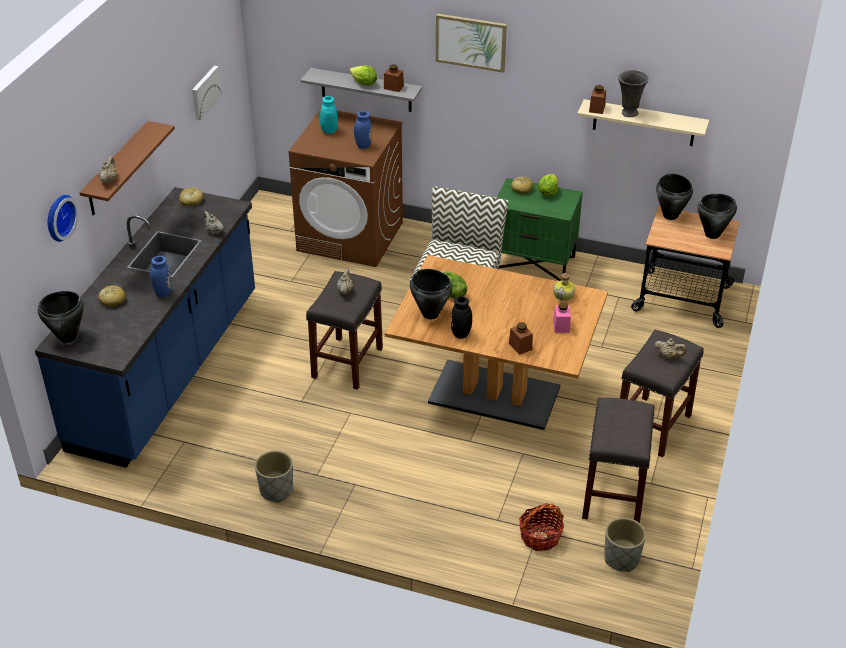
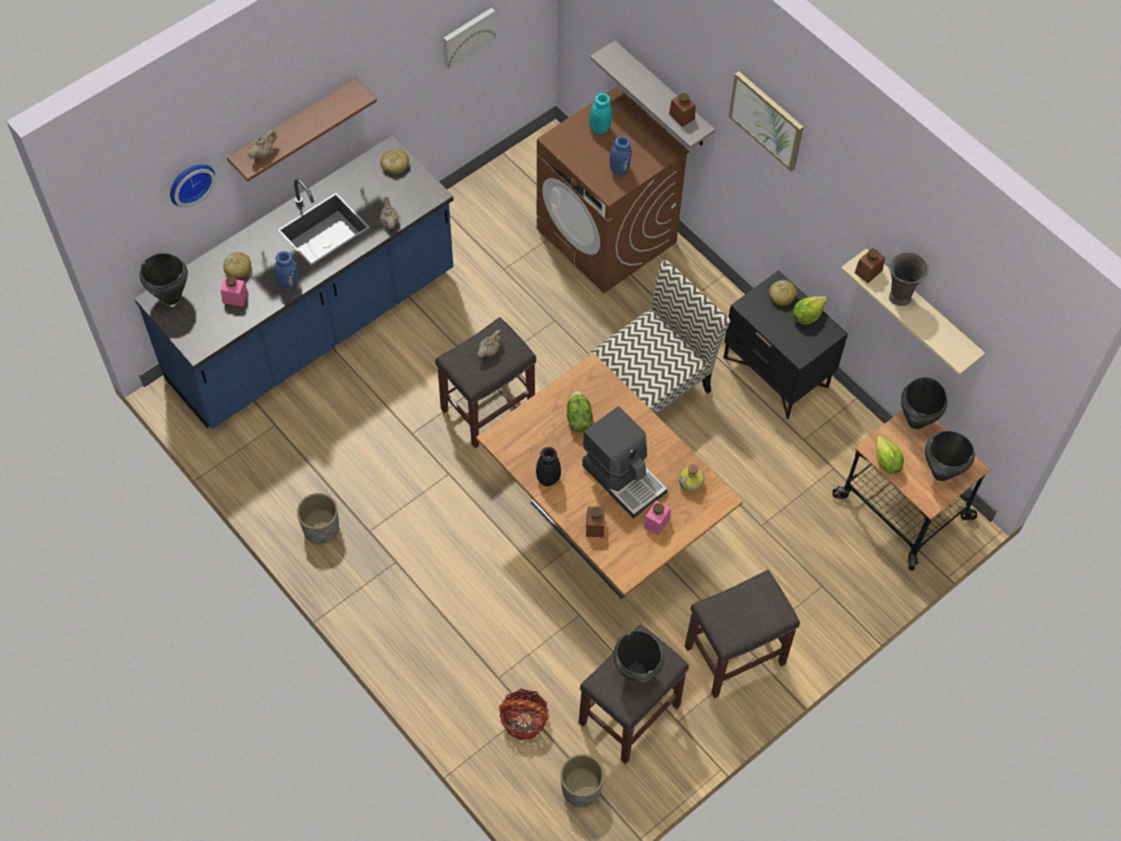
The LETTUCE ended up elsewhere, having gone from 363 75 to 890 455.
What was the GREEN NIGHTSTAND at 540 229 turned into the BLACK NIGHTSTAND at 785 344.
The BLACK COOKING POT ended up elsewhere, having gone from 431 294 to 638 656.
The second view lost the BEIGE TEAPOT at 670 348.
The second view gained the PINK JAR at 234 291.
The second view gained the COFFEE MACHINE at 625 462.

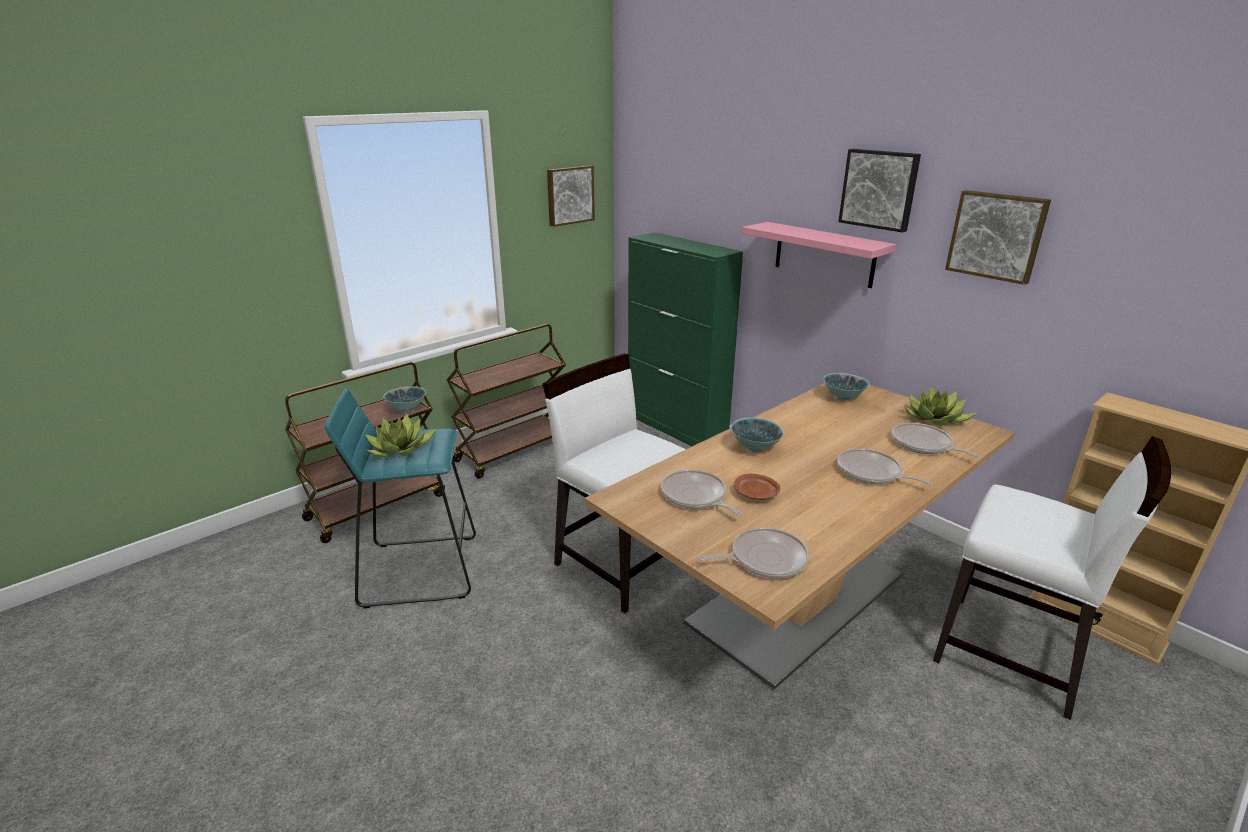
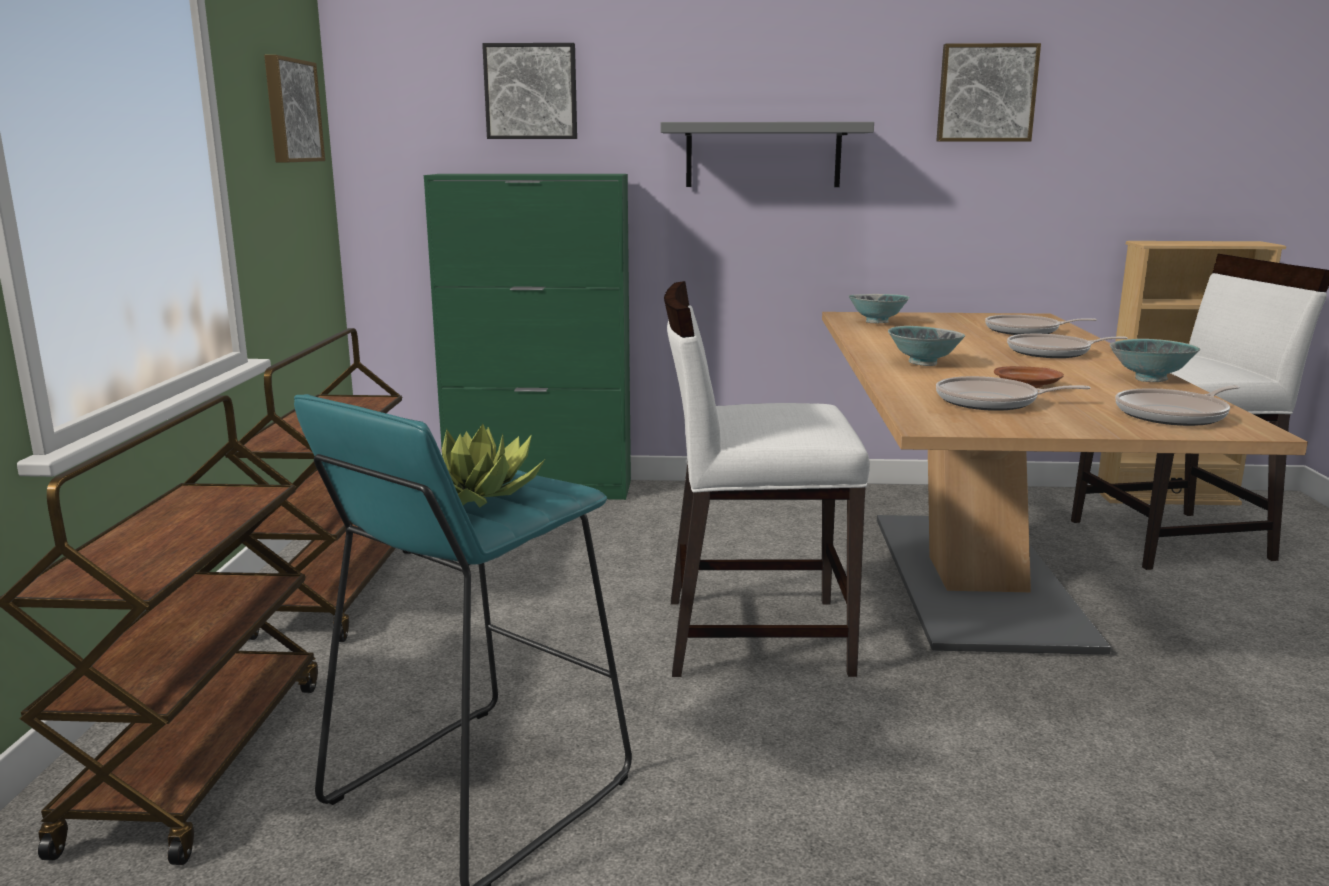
The PICTURE ended up elsewhere, having gone from 879 191 to 529 91.
What was the PINK SHELF at 819 255 turned into the GREY SHELF at 767 154.
The BOWL ended up elsewhere, having gone from 404 399 to 1155 360.
The second view lost the POTTED PLANT at 941 406.
The FRYING PAN at 753 553 ended up facing another way, 150 degrees counterclockwise from before.

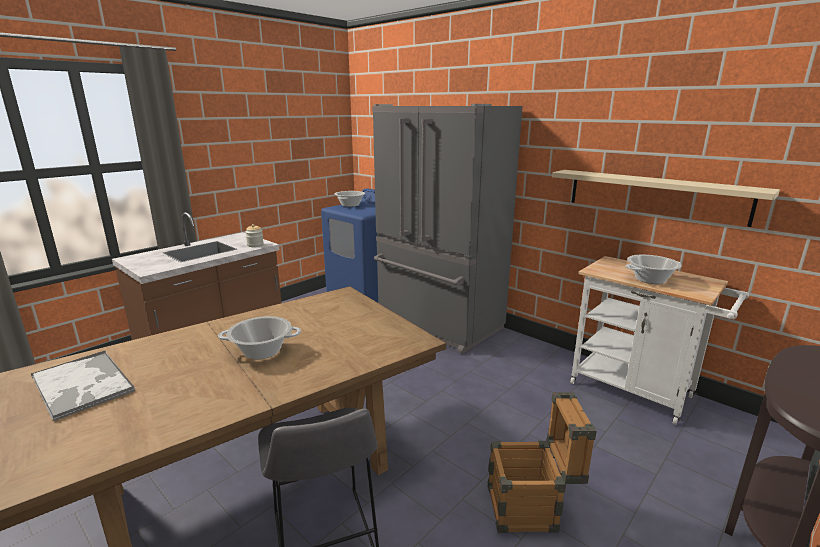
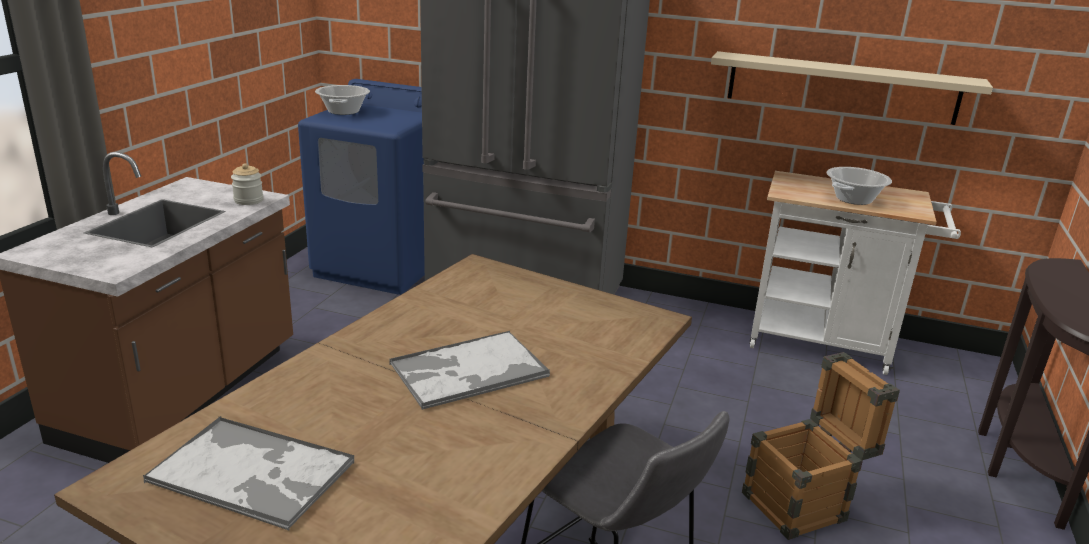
Where the COOKING POT stood at 259 337, the TRAY came to stand at 470 370.

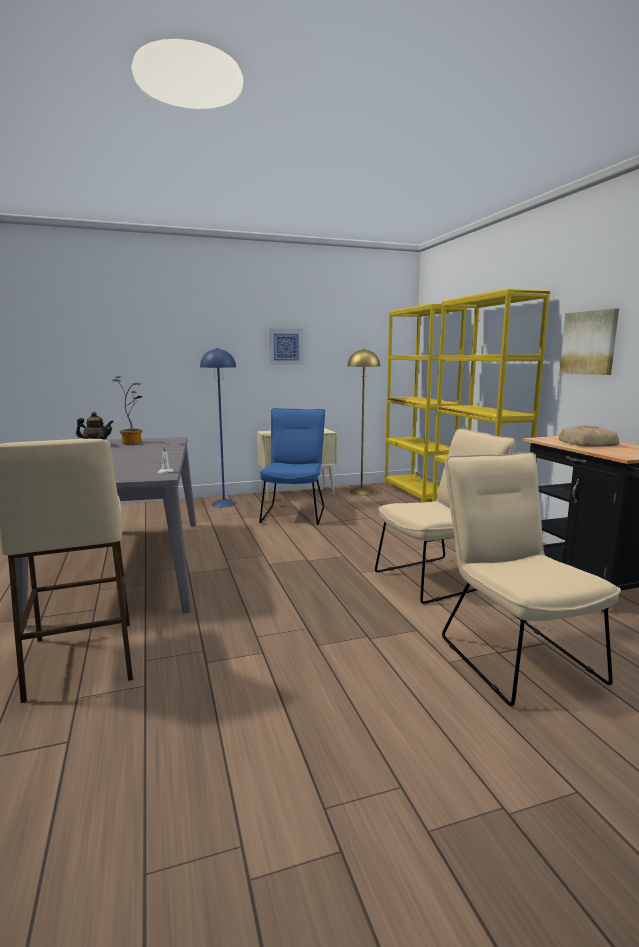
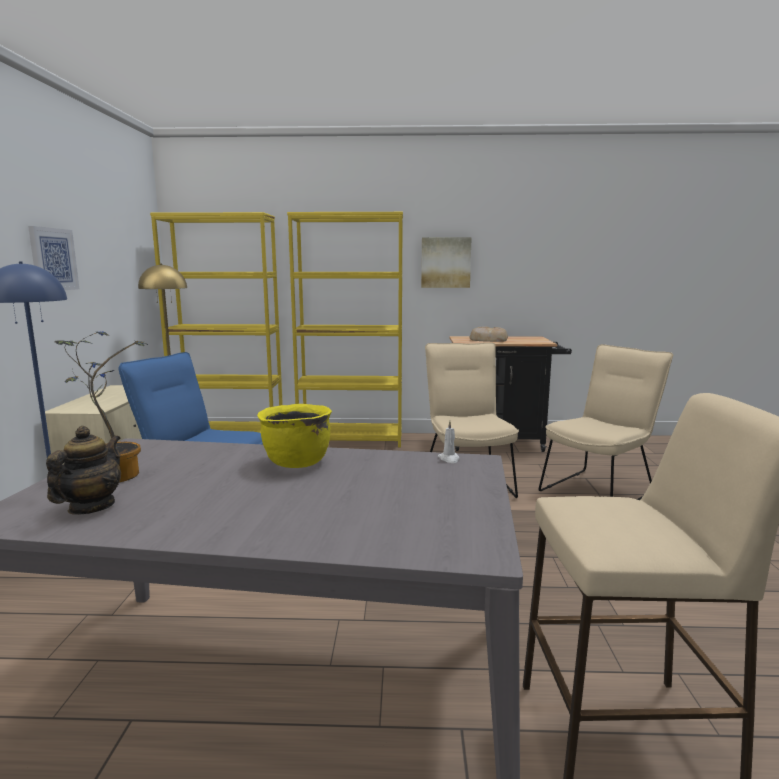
The BEIGE CHAIR at 531 579 ended up facing another way, 135 degrees clockwise from before.
The second view gained the YELLOW COOKING POT at 294 436.

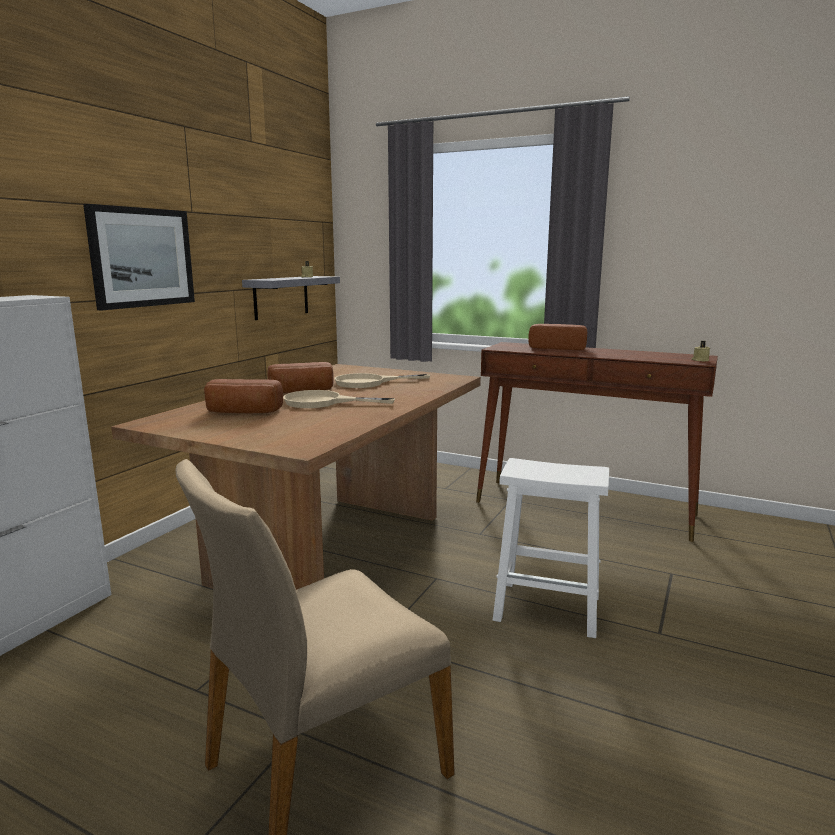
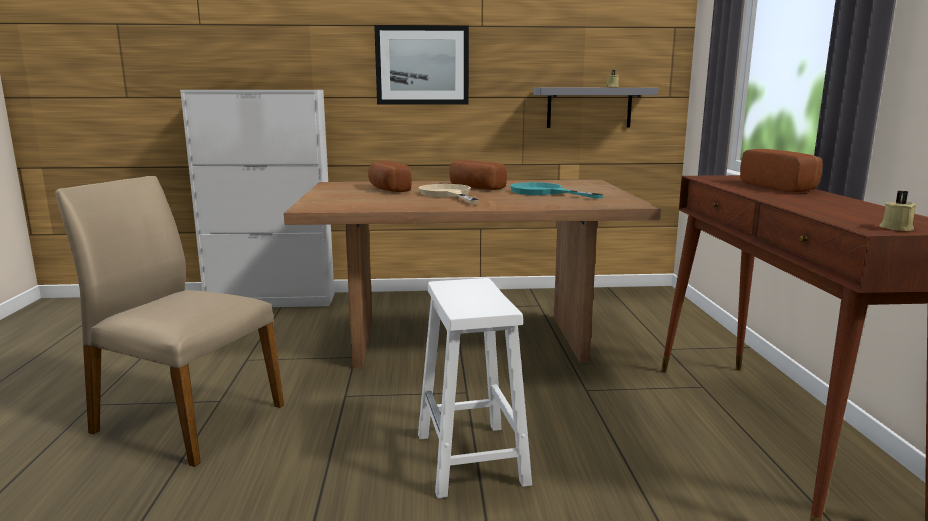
What was the BEIGE FRYING PAN at 382 380 turned into the TURQUOISE FRYING PAN at 557 190.

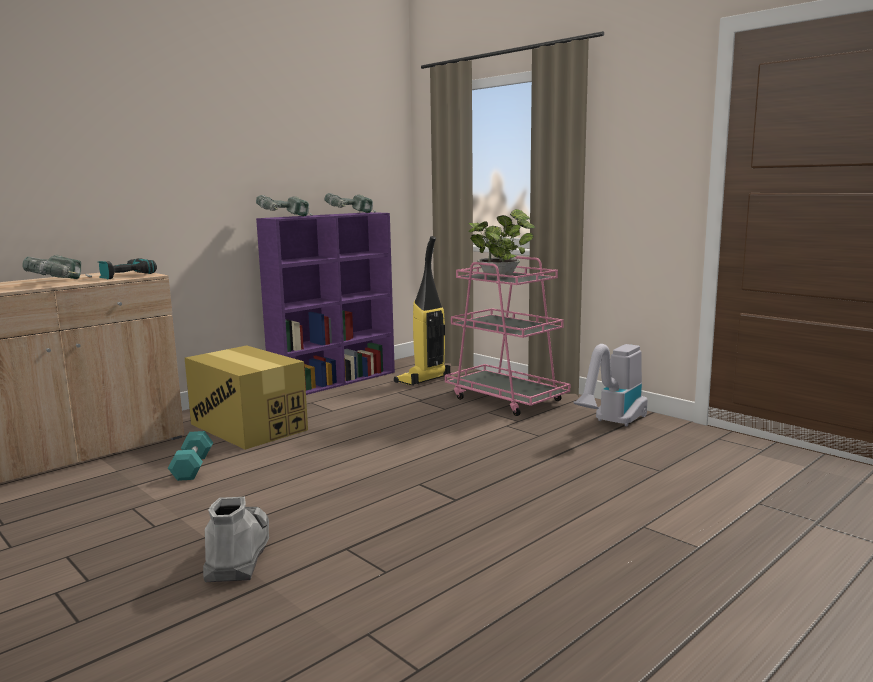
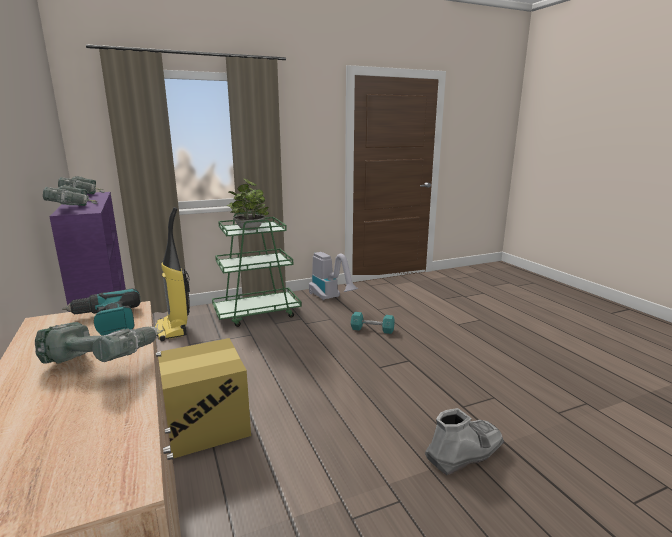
What was the PINK CART at 507 336 turned into the GREEN CART at 257 269.
The TURQUOISE DUMBBELL ended up elsewhere, having gone from 190 456 to 373 323.
The GREY BOOT at 236 539 ended up facing another way, 135 degrees clockwise from before.

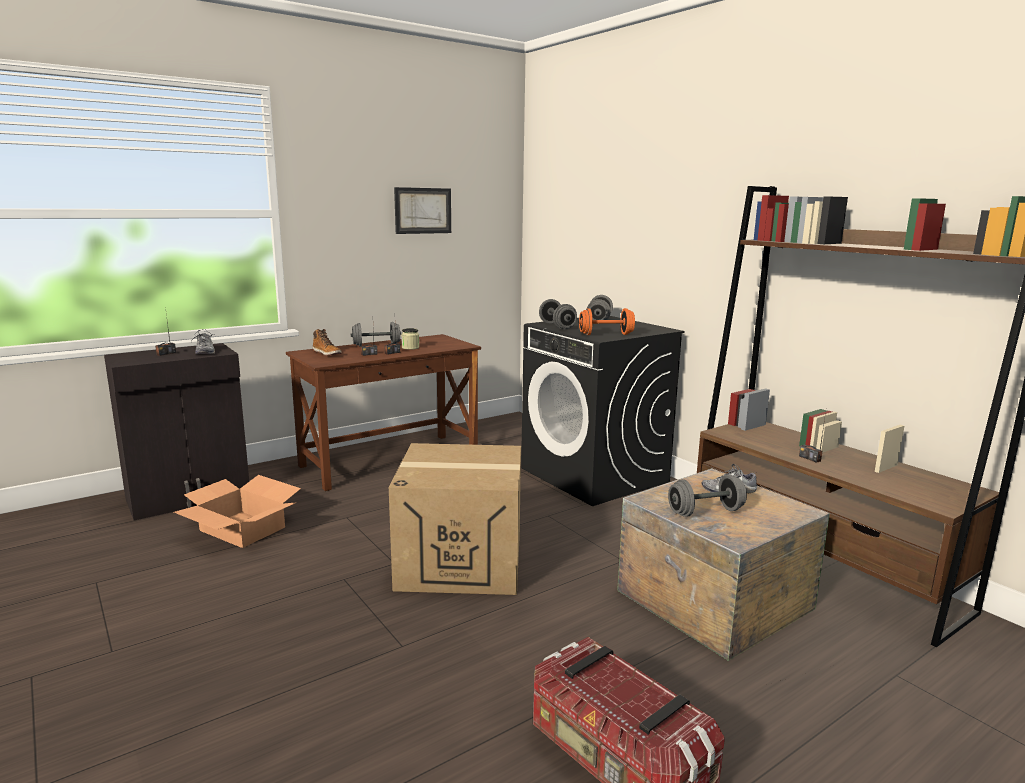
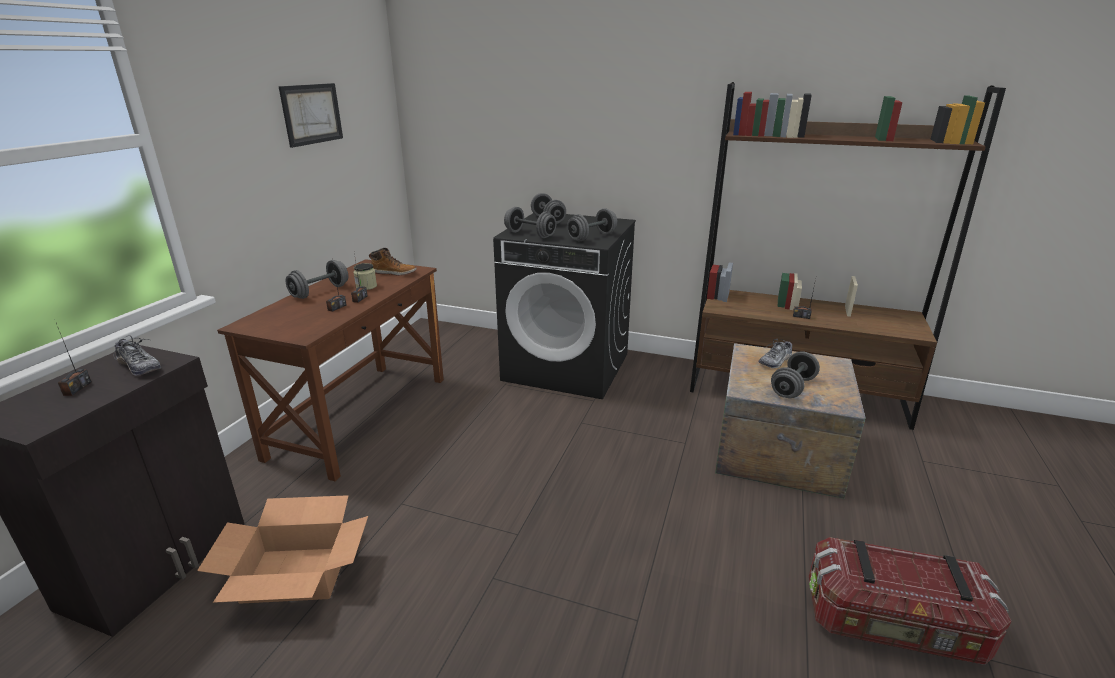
What was the ORANGE DUMBBELL at 606 321 turned into the GREY DUMBBELL at 592 225.
The BOOT ended up elsewhere, having gone from 327 342 to 393 262.
The second view lost the CARDBOARD BOX at 455 519.

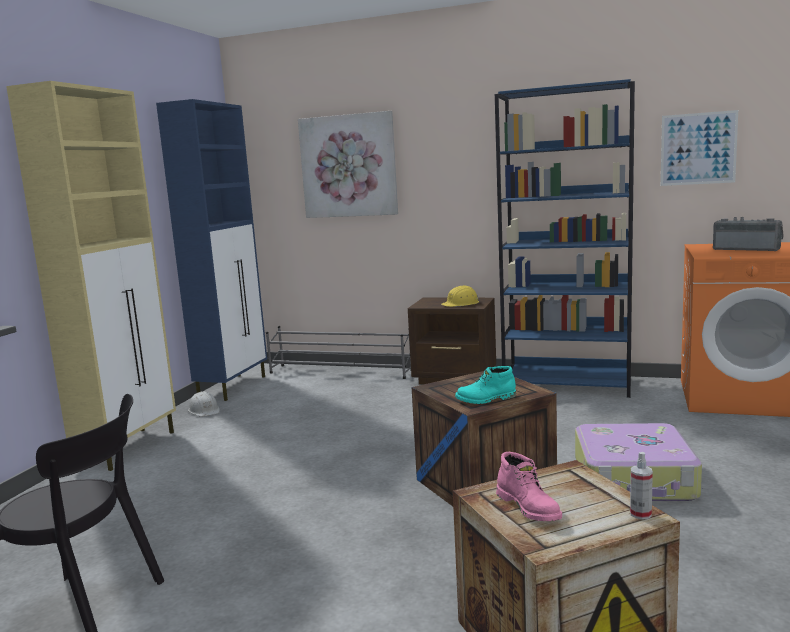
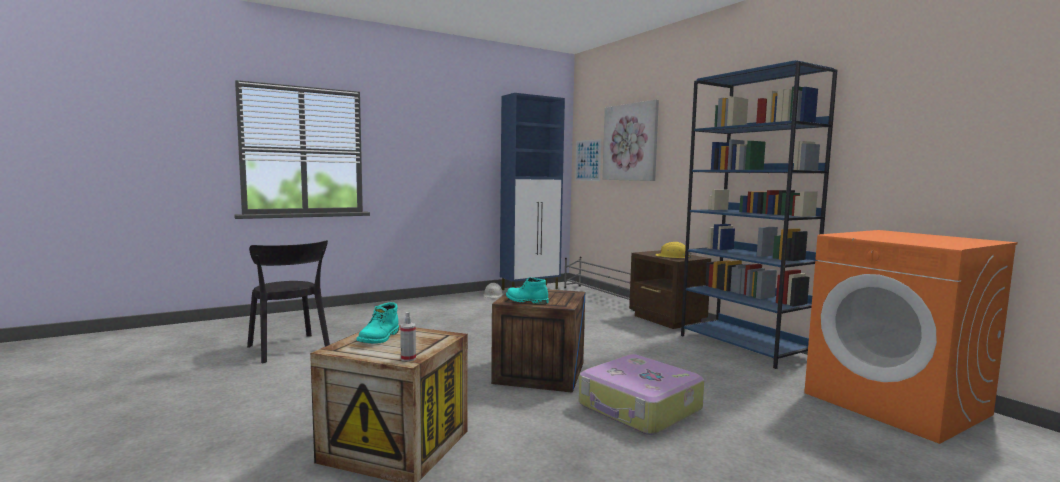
The second view lost the BEIGE CABINET at 91 276.
The PICTURE ended up elsewhere, having gone from 699 148 to 588 160.
The second view lost the RADIO at 748 234.
What was the PINK BOOT at 529 486 turned into the TURQUOISE BOOT at 377 323.

